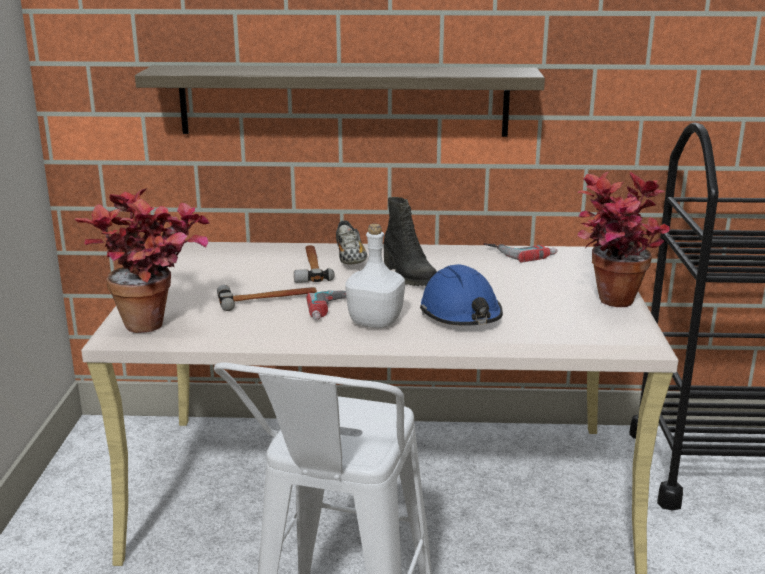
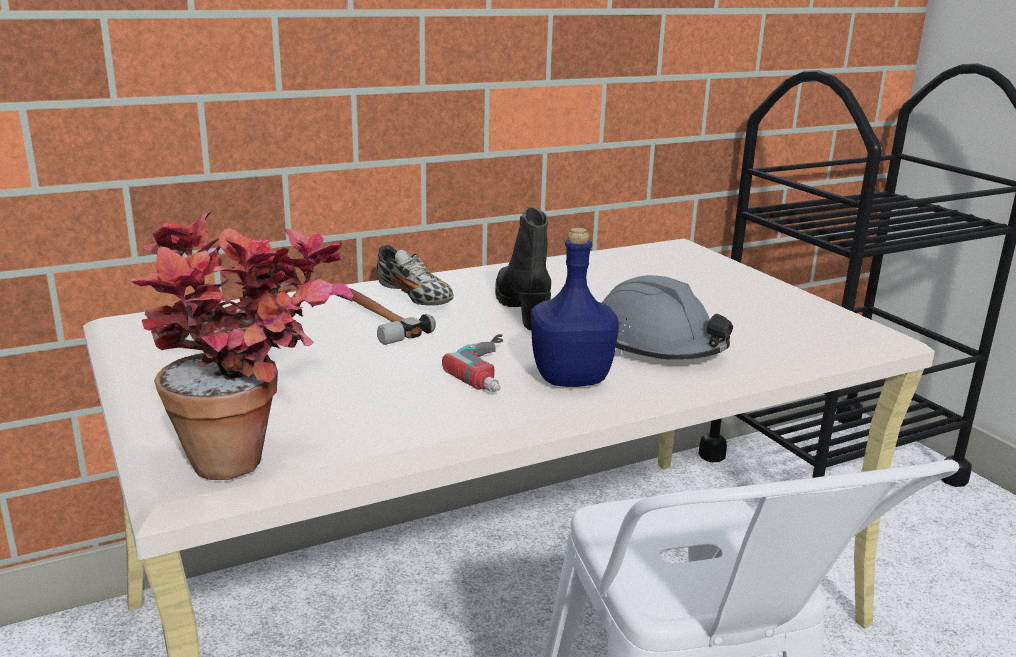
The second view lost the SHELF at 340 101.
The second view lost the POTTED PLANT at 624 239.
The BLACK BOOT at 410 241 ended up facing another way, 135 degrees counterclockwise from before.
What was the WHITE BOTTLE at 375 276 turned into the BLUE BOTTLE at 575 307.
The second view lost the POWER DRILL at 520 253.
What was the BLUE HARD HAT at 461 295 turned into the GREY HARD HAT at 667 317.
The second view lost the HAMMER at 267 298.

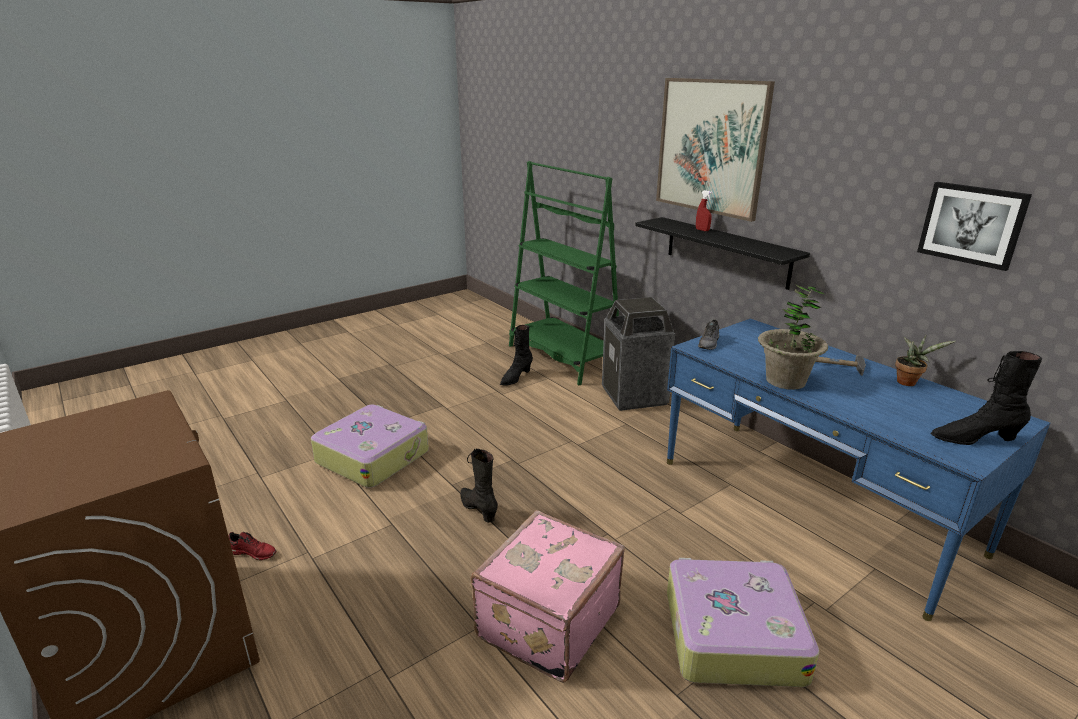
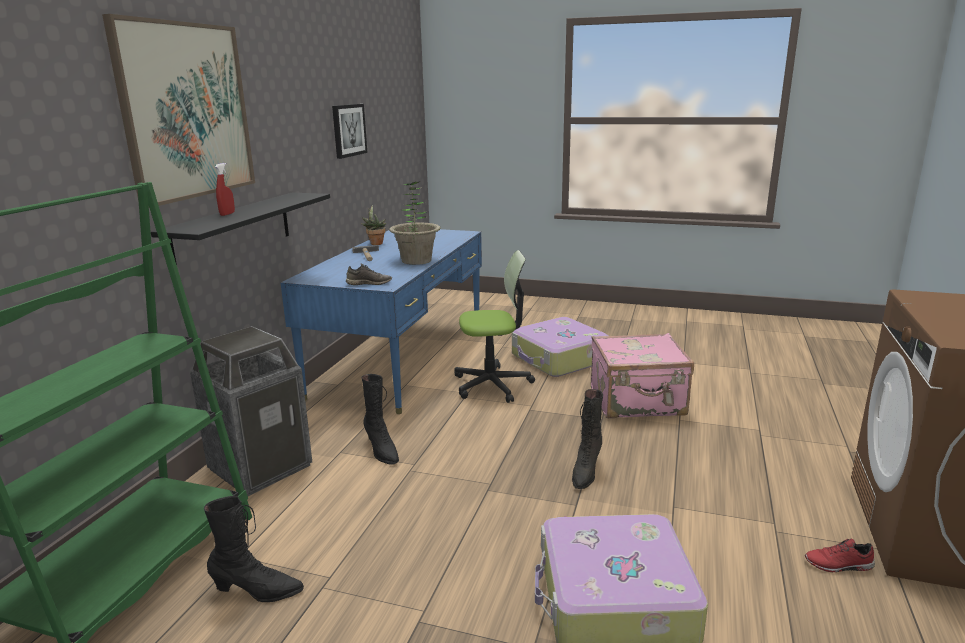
The BLACK BOOT ended up elsewhere, having gone from 986 398 to 380 419.
The RED SHOE at 252 546 ended up facing another way, 60 degrees counterclockwise from before.
The second view gained the OFFICE CHAIR at 494 326.

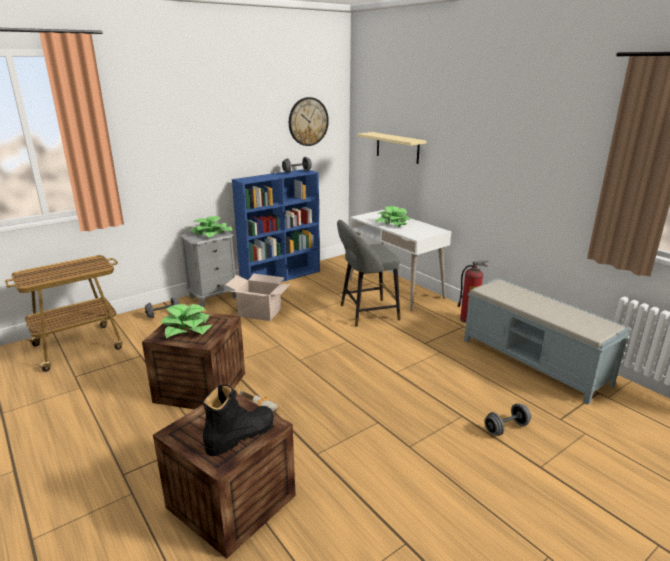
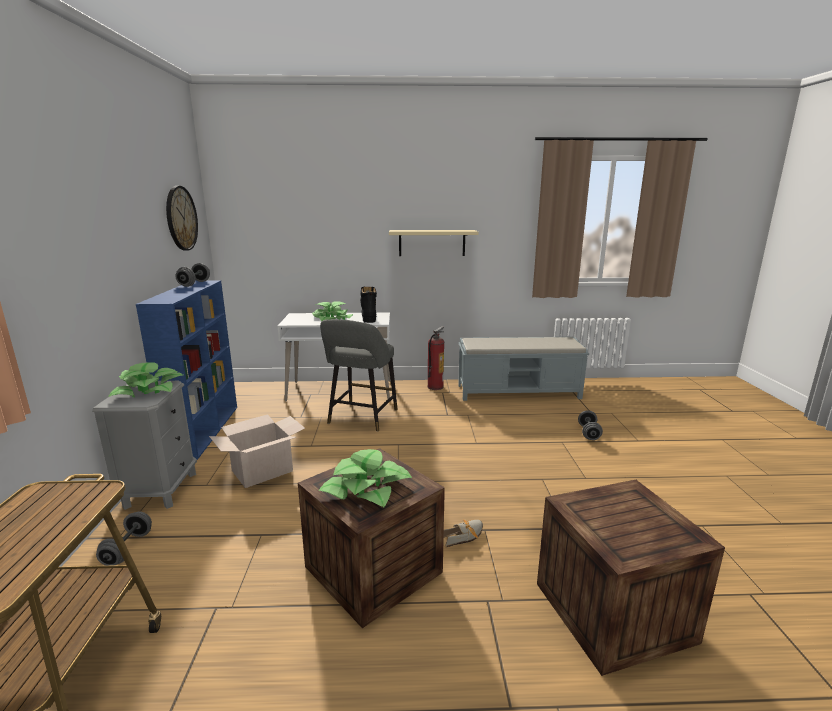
The BEIGE SHELF ended up elsewhere, having gone from 392 148 to 434 243.
The BLACK BOOT ended up elsewhere, having gone from 238 420 to 368 305.

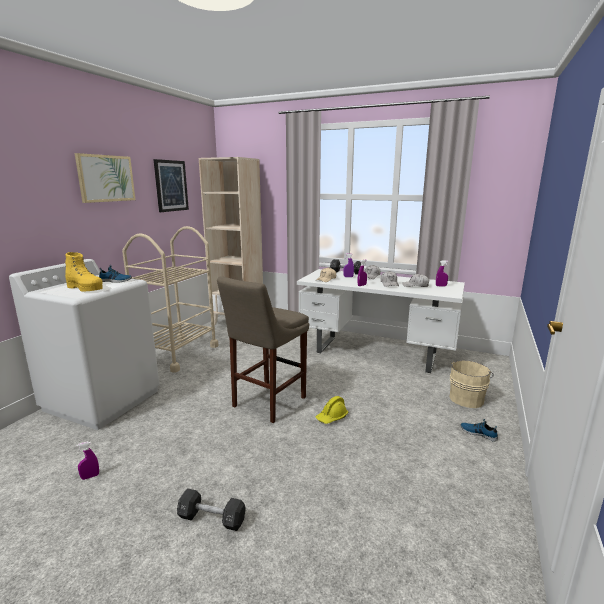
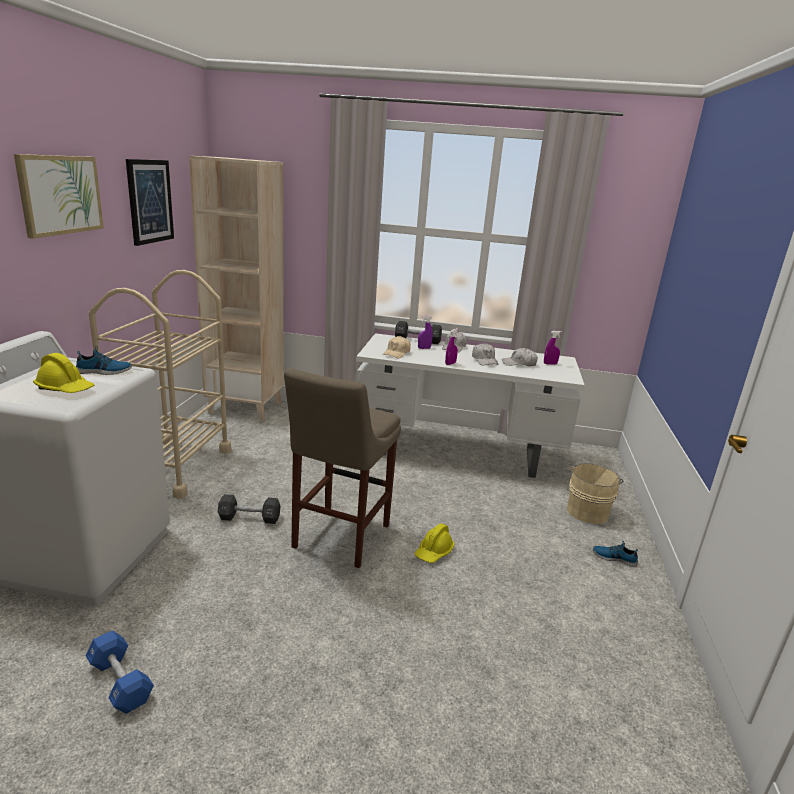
Where the YELLOW BOOT stood at 84 272, the YELLOW HARD HAT came to stand at 64 373.
Where the PURPLE SPRAY BOTTLE stood at 87 461, the BLUE DUMBBELL came to stand at 120 672.
The BLACK DUMBBELL ended up elsewhere, having gone from 211 509 to 249 509.

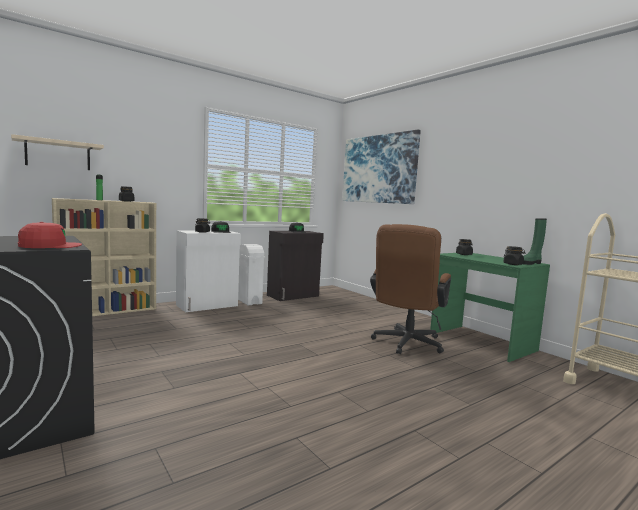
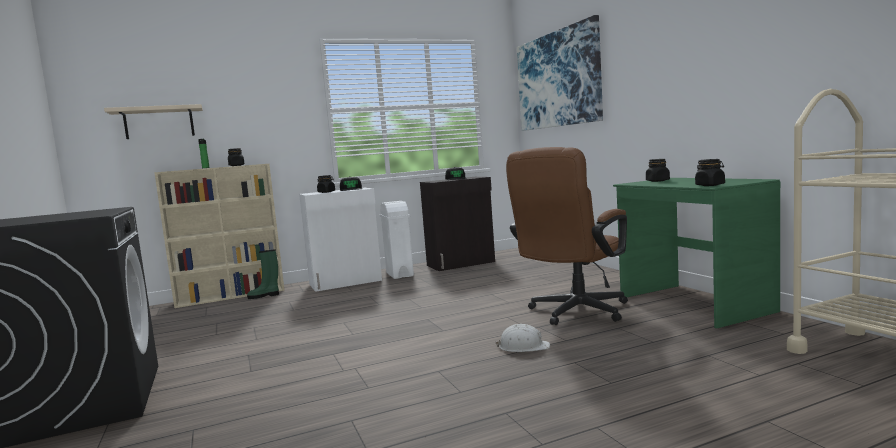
The GREEN BOOT ended up elsewhere, having gone from 535 241 to 263 274.
The second view lost the RED CAP at 50 235.
The second view gained the WHITE HARD HAT at 523 338.

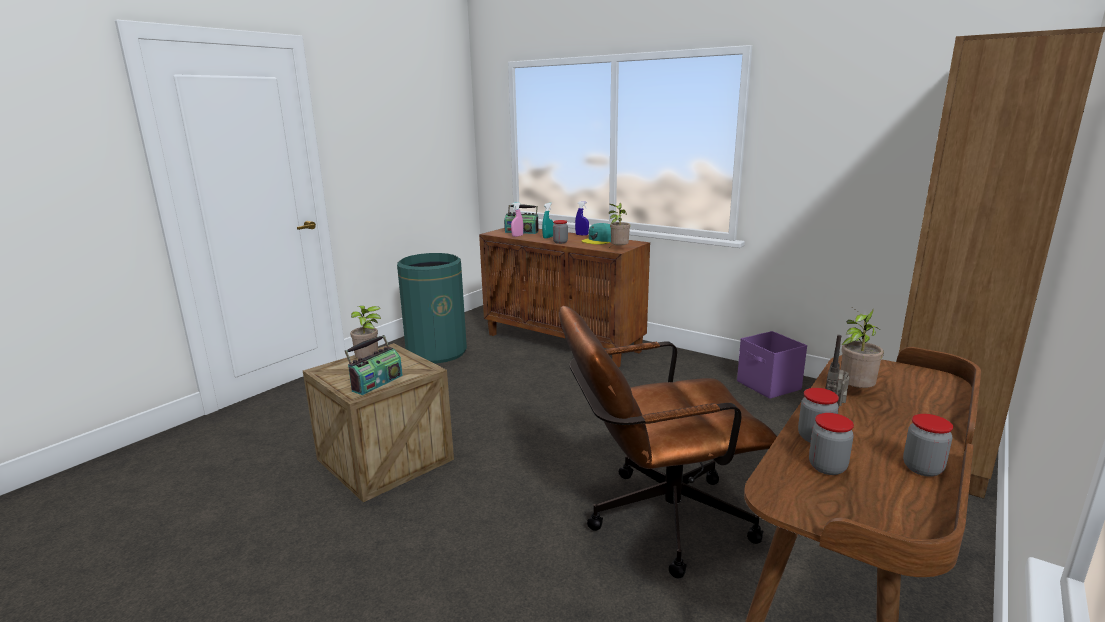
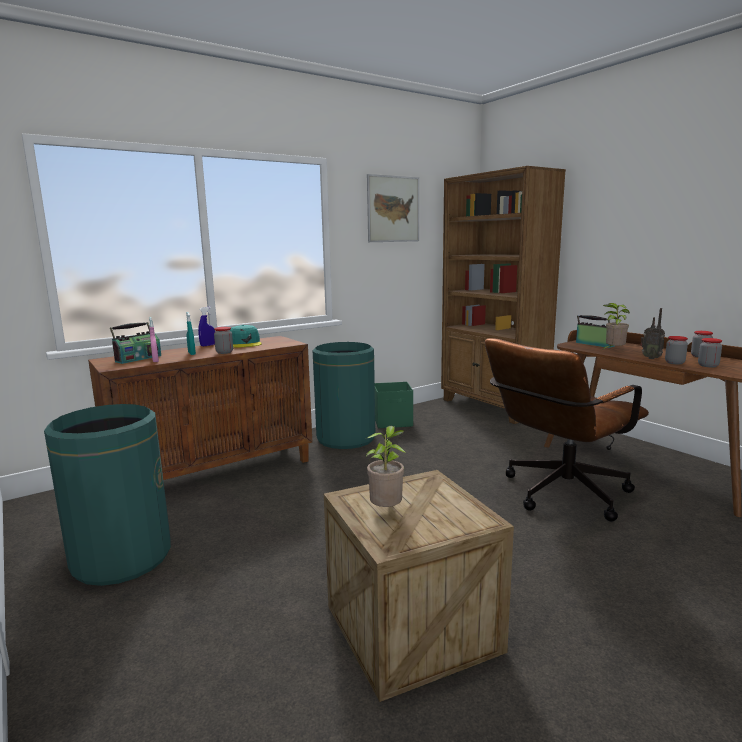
The second view lost the POTTED PLANT at 619 224.
The BROWN OFFICE CHAIR at 668 442 ended up facing another way, 45 degrees clockwise from before.
What was the PURPLE STORAGE BOX at 772 365 turned into the GREEN STORAGE BOX at 394 405.
The RADIO ended up elsewhere, having gone from 374 365 to 595 331.
The second view gained the PICTURE at 393 208.
The second view gained the GREEN TRASH CAN at 344 395.

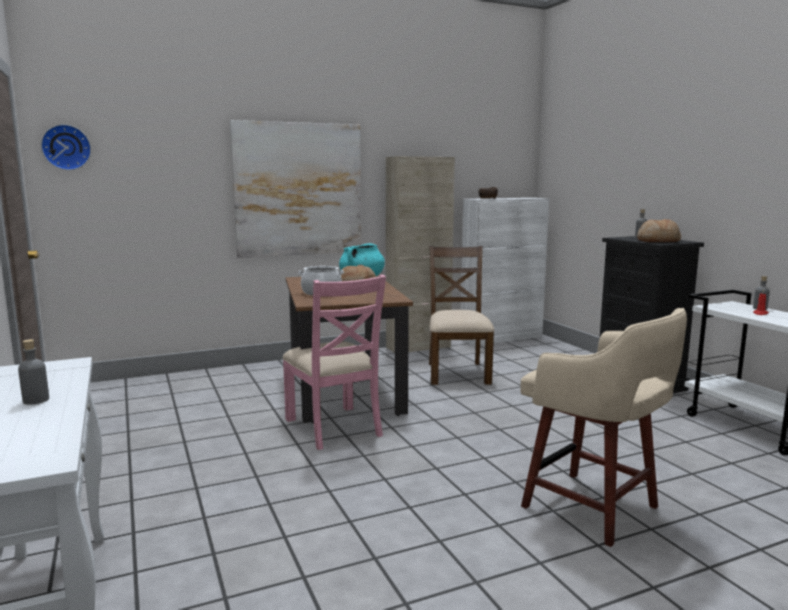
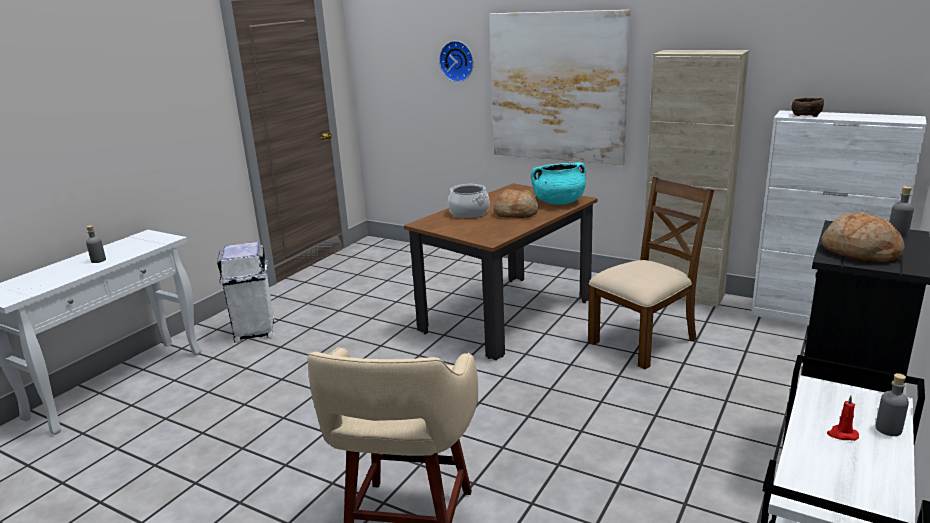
The WALL CLOCK ended up elsewhere, having gone from 66 147 to 456 61.
The second view lost the PINK CHAIR at 334 362.
The second view gained the WHITE TRASH CAN at 246 292.

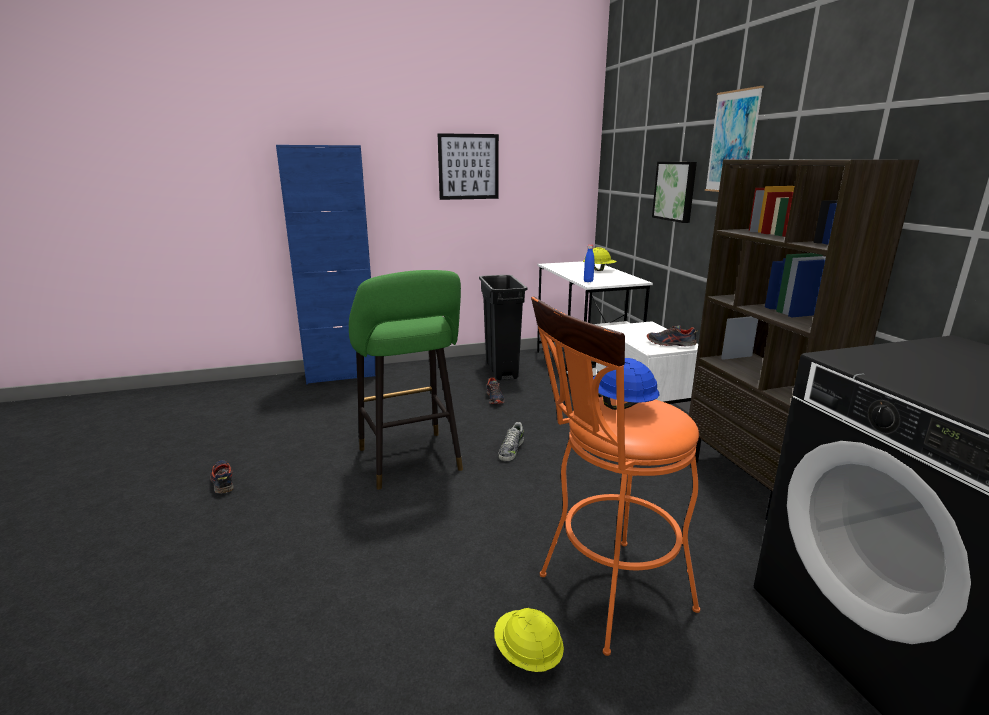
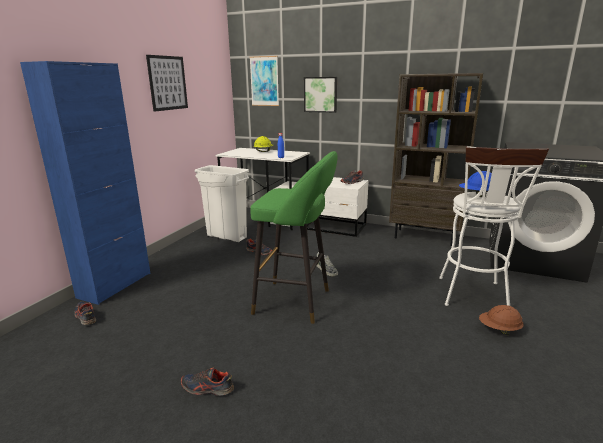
The PICTURE ended up elsewhere, having gone from 734 139 to 264 81.
What was the BLACK TRASH CAN at 503 327 turned into the WHITE TRASH CAN at 222 203.
What was the ORANGE STOOL at 615 476 turned into the WHITE STOOL at 494 226.
What was the YELLOW HARD HAT at 529 640 turned into the BROWN HARD HAT at 501 320.
The second view gained the SHOE at 85 313.

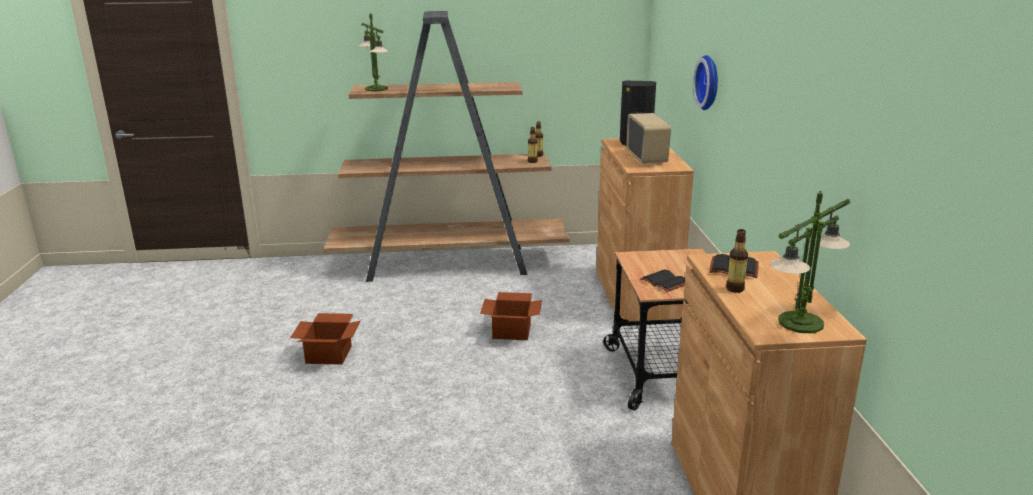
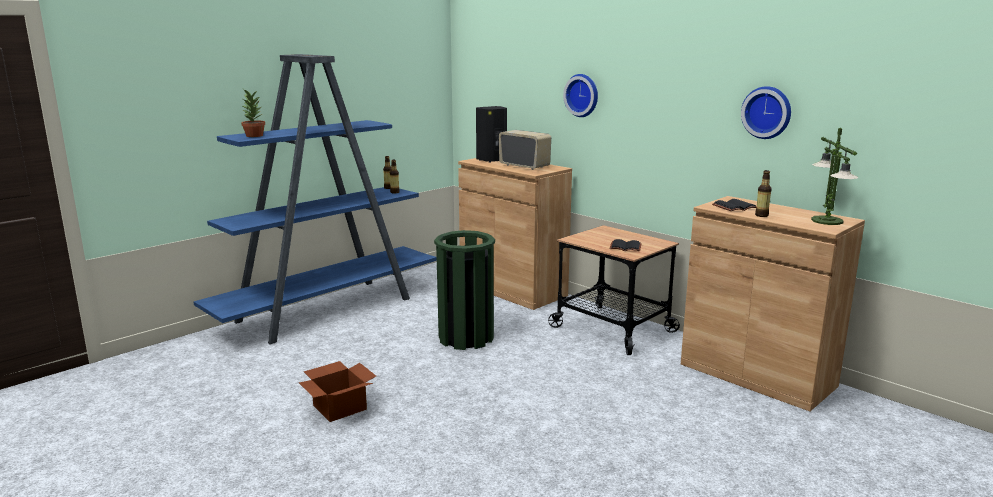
What was the BROWN BOOKCASE at 447 146 turned into the BLUE BOOKCASE at 315 199.
Where the TABLE LAMP stood at 373 52, the POTTED PLANT came to stand at 253 113.
Where the CARDBOARD BOX stood at 511 316, the GREEN TRASH CAN came to stand at 464 290.
The second view gained the WALL CLOCK at 766 112.

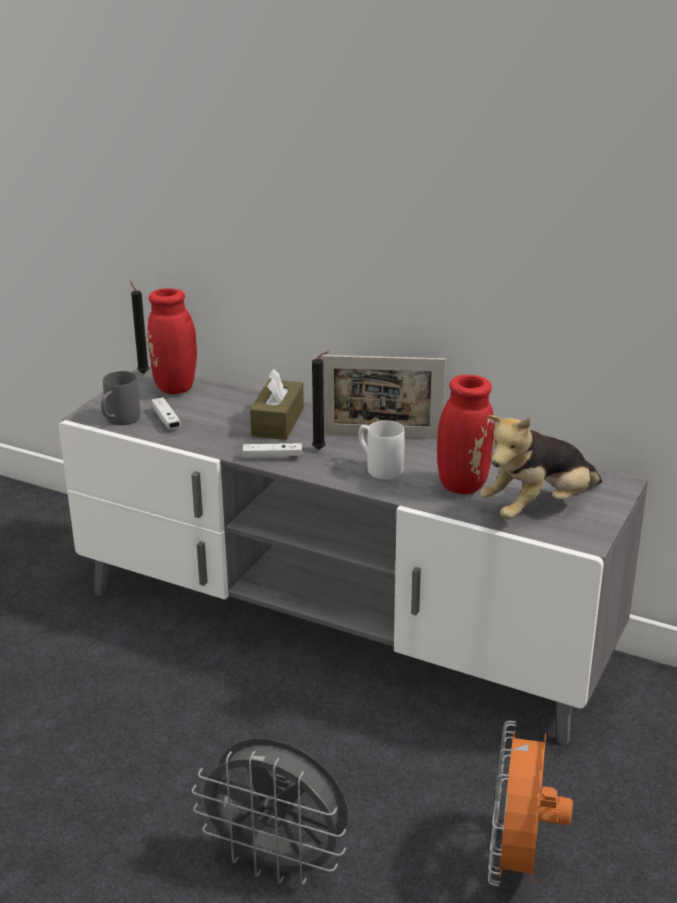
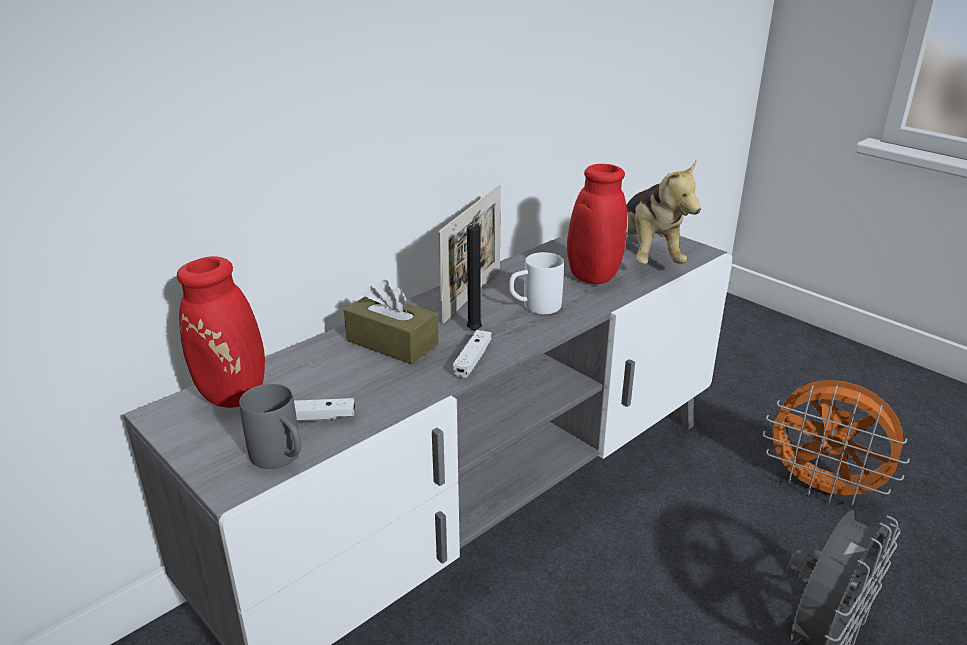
The second view lost the BLACK CANDLE at 139 326.

